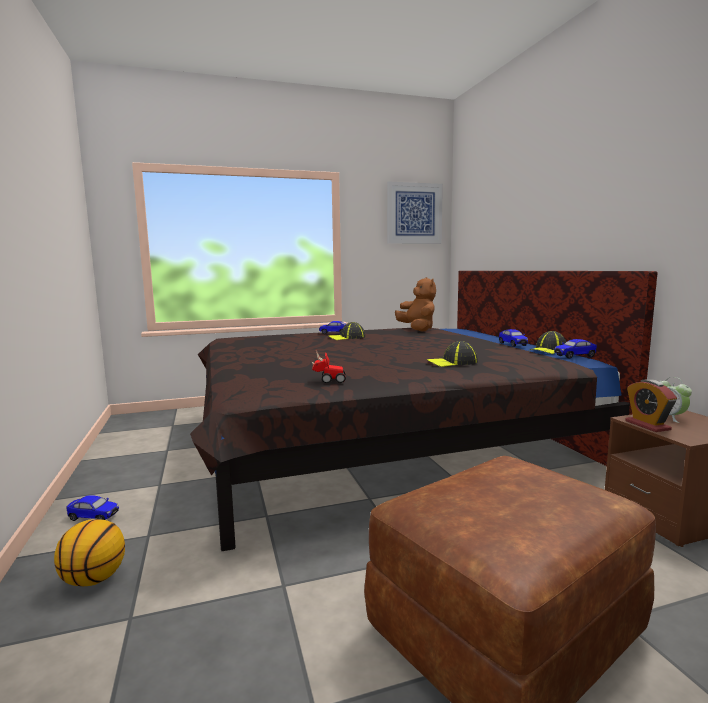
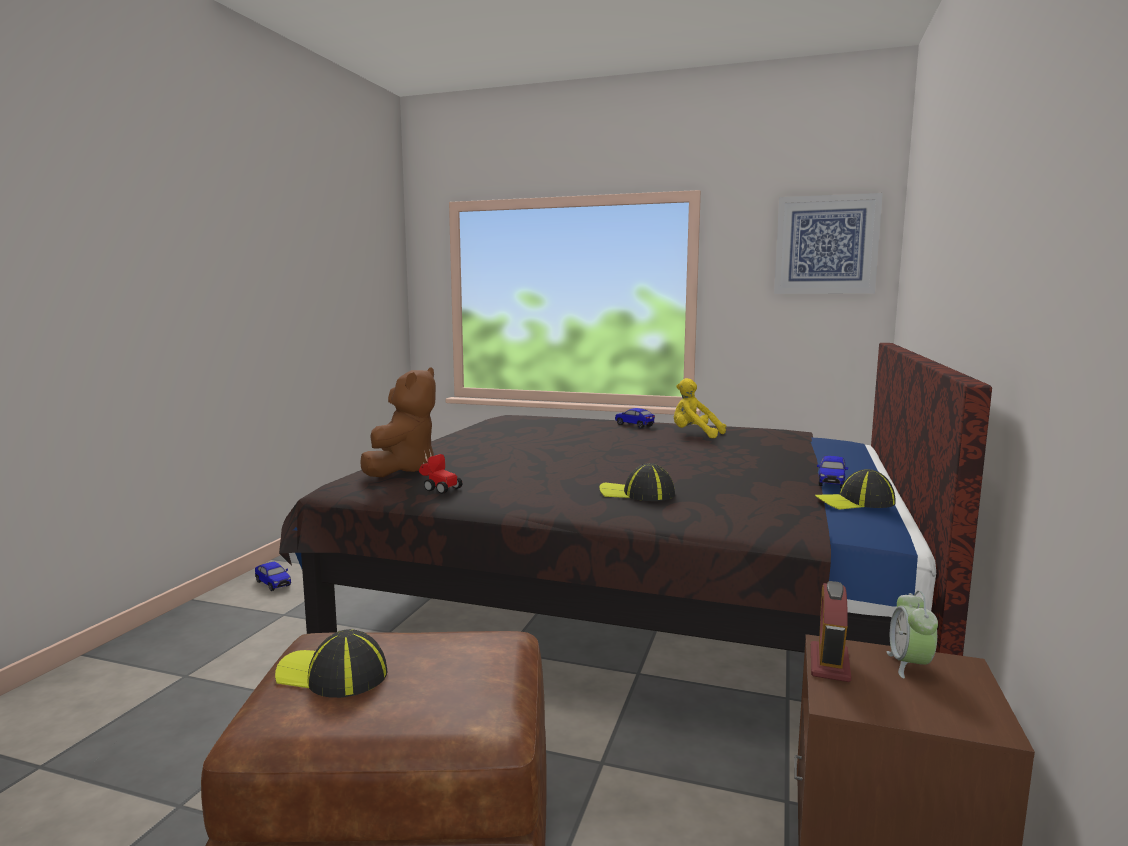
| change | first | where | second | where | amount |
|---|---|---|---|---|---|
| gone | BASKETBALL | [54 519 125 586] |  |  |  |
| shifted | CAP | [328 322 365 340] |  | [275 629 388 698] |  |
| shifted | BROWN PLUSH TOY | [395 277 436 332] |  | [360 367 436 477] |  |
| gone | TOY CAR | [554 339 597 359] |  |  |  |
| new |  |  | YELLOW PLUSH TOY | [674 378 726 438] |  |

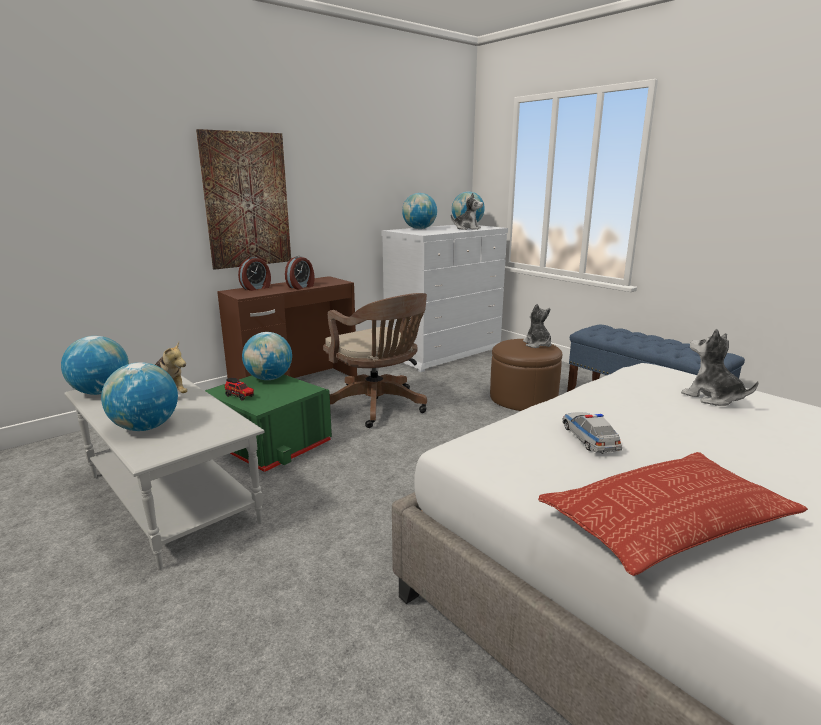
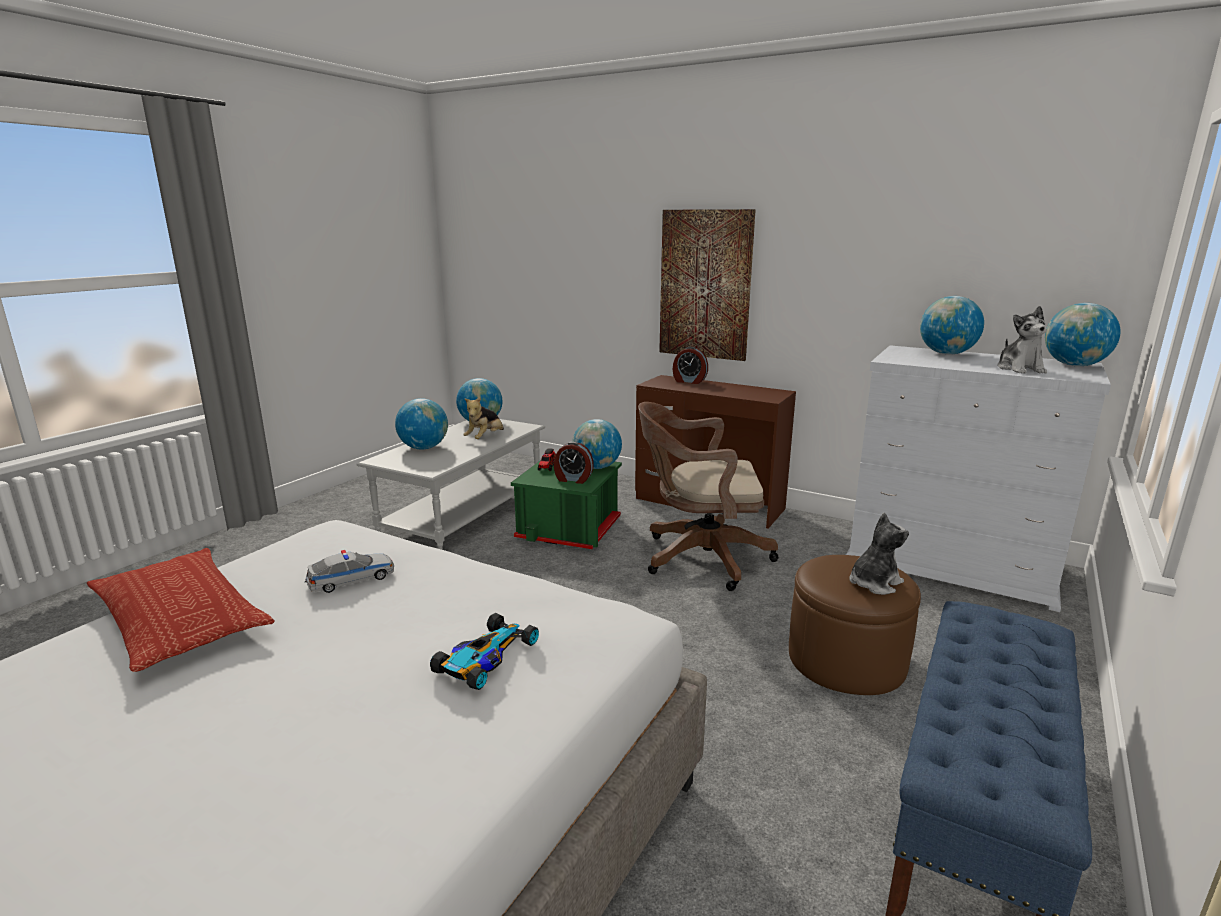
| change | first | where | second | where | amount |
|---|---|---|---|---|---|
| shifted | ALARM CLOCK | [285 256 314 289] |  | [554 442 594 484] |  |
| rotated | BROWN OFFICE CHAIR | [323 293 427 428] |  | [638 402 779 591] | 60 degrees clockwise |
| swapped | PLUSH TOY | [681 329 759 406] | TOY CAR | [430 613 539 690] |  |

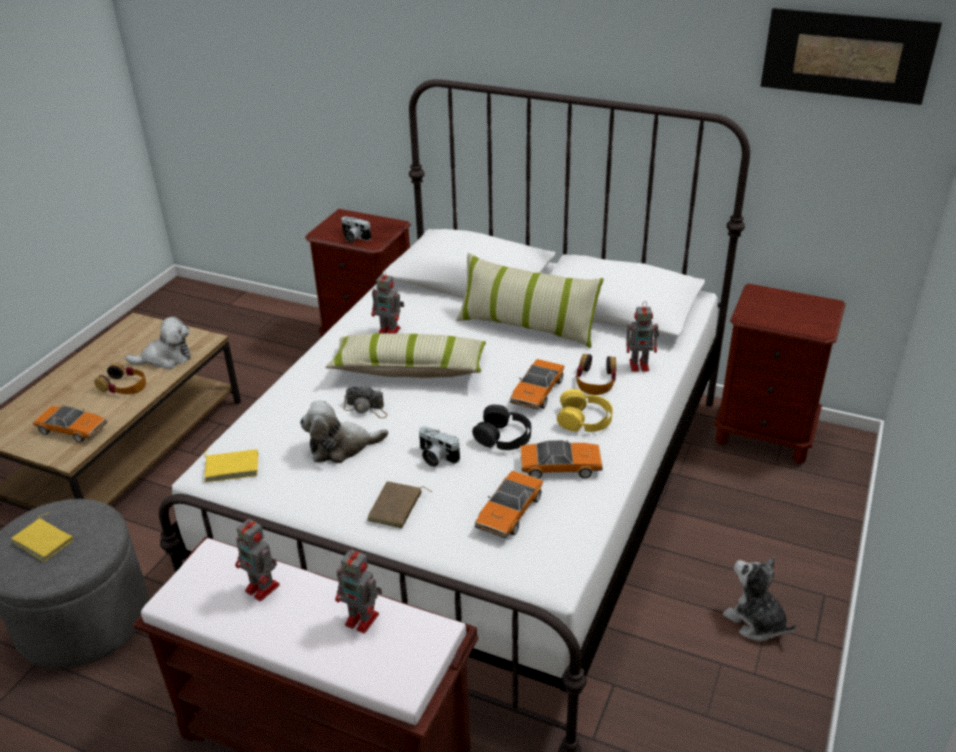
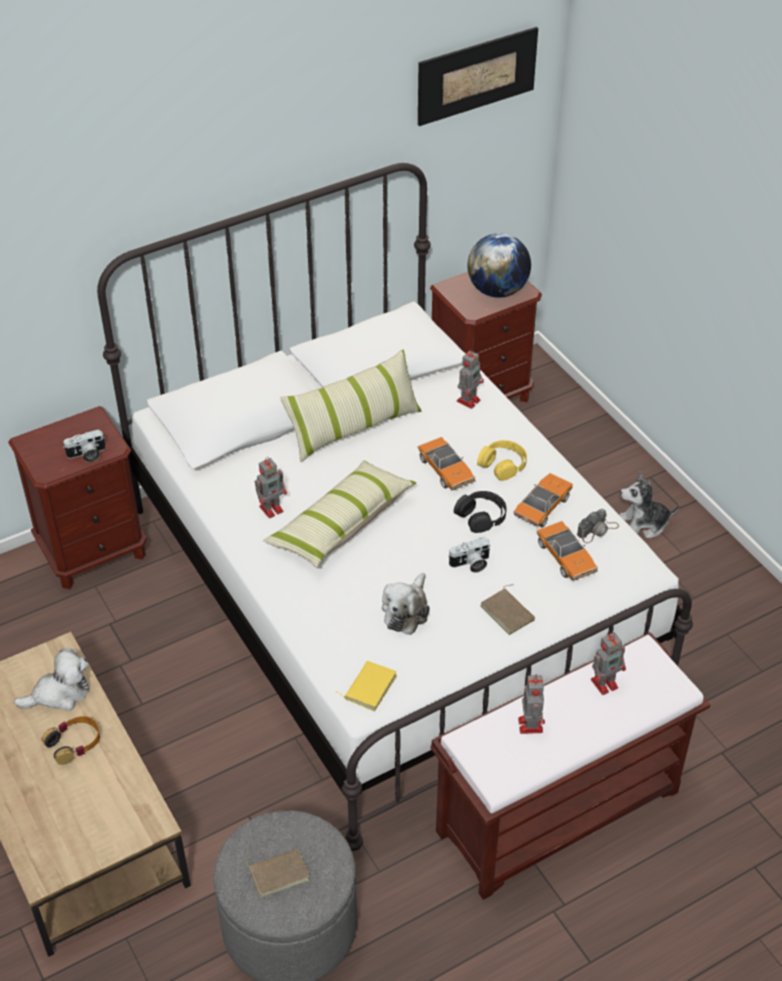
| change | first | where | second | where | amount |
|---|---|---|---|---|---|
| repainted | YELLOW BOOK | [11 512 73 562] | BROWN BOOK | [246 849 310 898] |  |
| gone | TOY CAR | [33 406 107 443] |  |  |  |
| rotated | PLUSH TOY | [125 316 191 369] |  | [14 648 89 711] | 45 degrees clockwise |
| rotated | TOY ROBOT | [235 517 280 601] |  | [518 674 545 734] | 75 degrees counterclockwise |
| shifted | PHOTO CAMERA | [344 385 388 418] |  | [577 509 619 543] |  |
| gone | HEADPHONES | [576 354 616 395] |  |  |  |
| new |  |  | GLOBE | [467 233 531 298] |  |

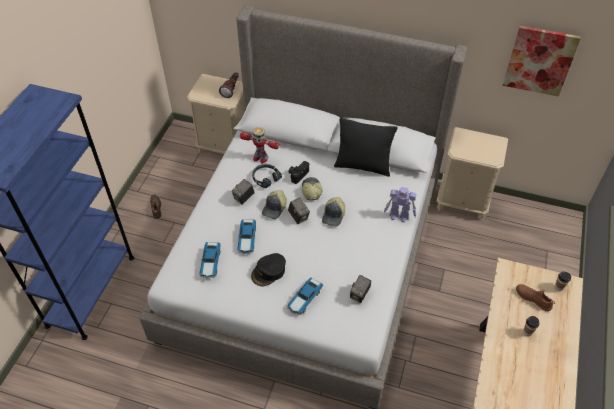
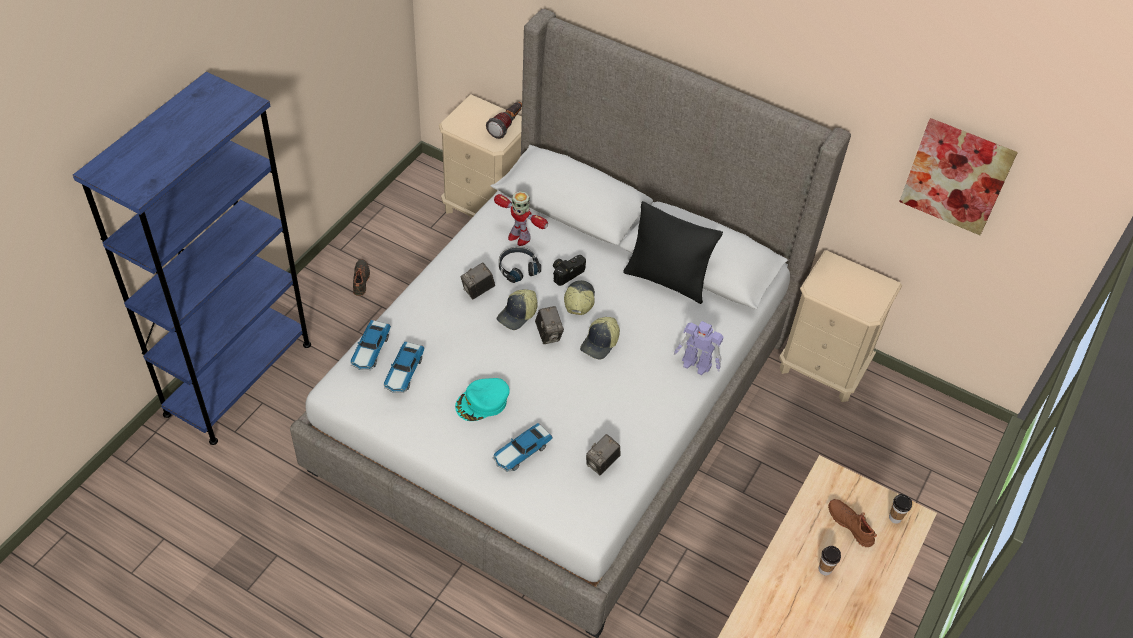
| change | first | where | second | where | amount |
|---|---|---|---|---|---|
| shifted | TOY CAR | [237 219 256 254] |  | [350 320 391 370] |  |
| repainted | BLACK CAP | [251 253 286 286] | TURQUOISE CAP | [455 378 510 421] |  |

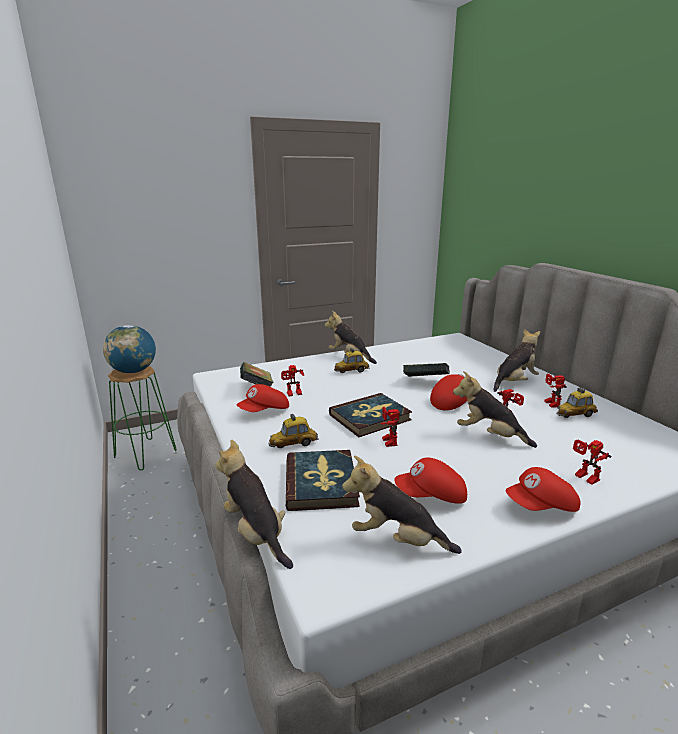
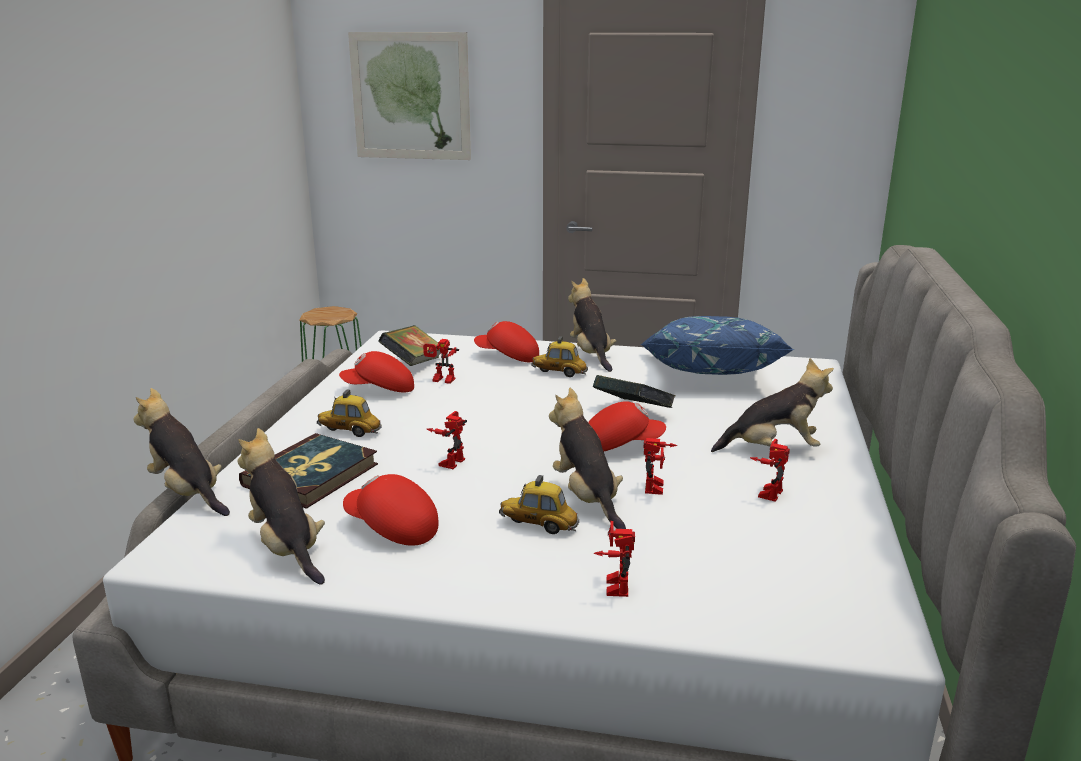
| change | first | where | second | where | amount |
|---|---|---|---|---|---|
| gone | GLOBE | [103 325 156 373] |  |  |  |
| rotated | PLUSH TOY | [215 439 293 569] |  | [133 388 230 516] | 45 degrees counterclockwise |
| gone | BOOK | [329 393 412 437] |  |  |  |
| shifted | RED CAP | [506 467 581 512] |  | [474 321 539 362] |  |
| shifted | TOY CAR | [557 387 598 418] |  | [499 475 579 534] |  |
| new |  |  | PICTURE | [348 32 471 160] |  |
| new |  |  | BLUE PILLOW | [640 316 795 375] |  |

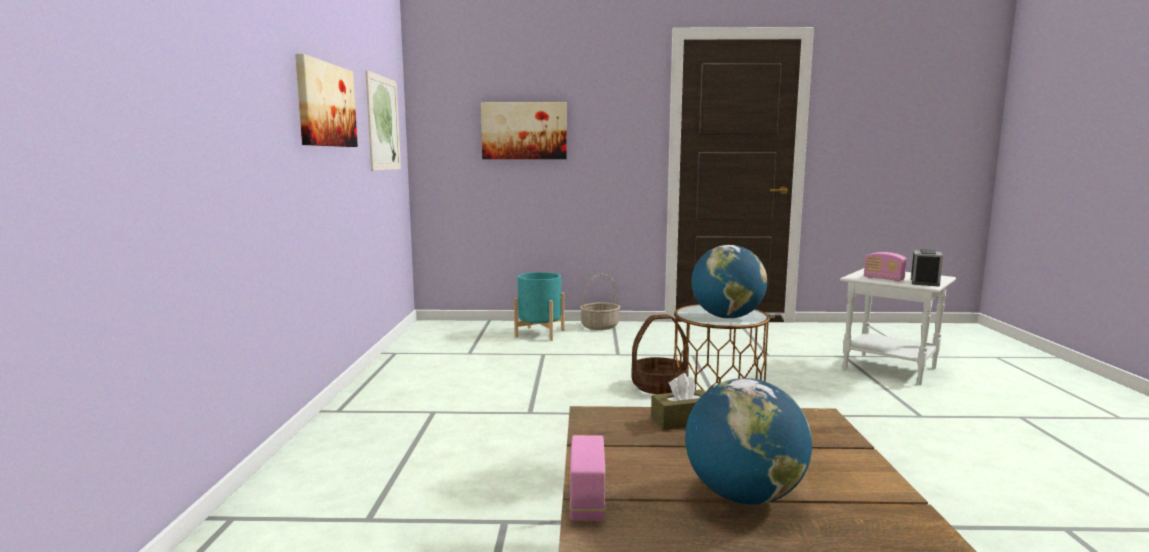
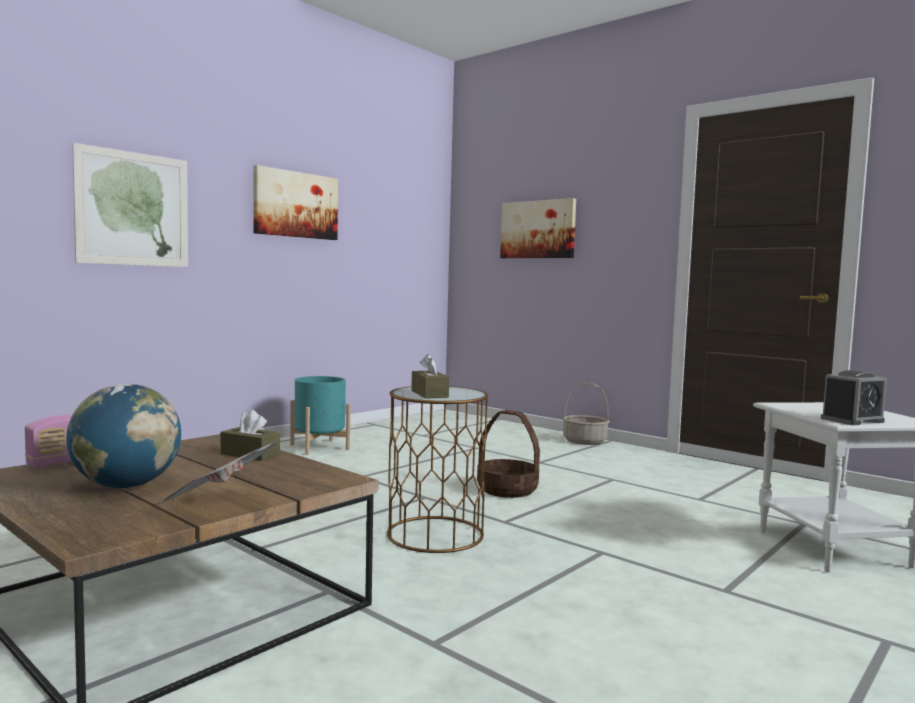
| change | first | where | second | where | amount |
|---|---|---|---|---|---|
| shifted | PICTURE | [365 70 401 171] |  | [72 143 188 267] |  |
| shifted | TURQUOISE PLANTER | [514 272 564 341] |  | [290 376 351 455] |  |
| swapped | GLOBE | [691 245 767 319] | BROWN TISSUE BOX | [411 354 449 398] |  |
| gone | RADIO | [864 252 907 282] |  |  |  |
| new |  |  | NEWSPAPER | [155 442 277 505] |  |

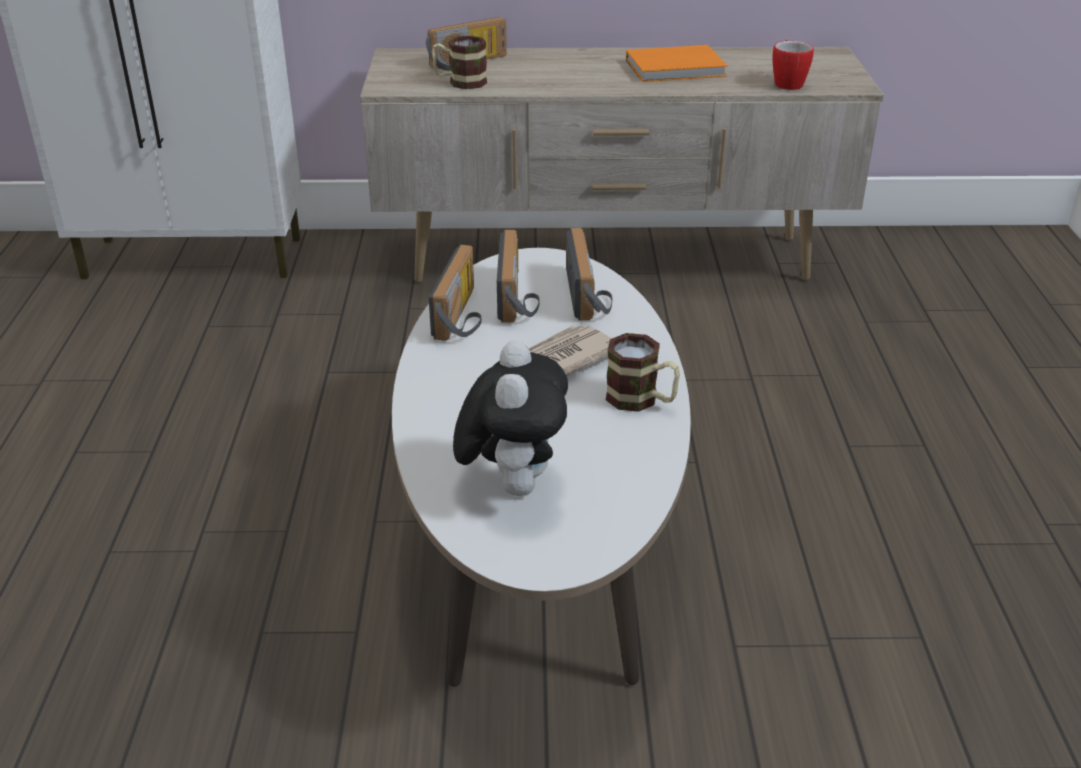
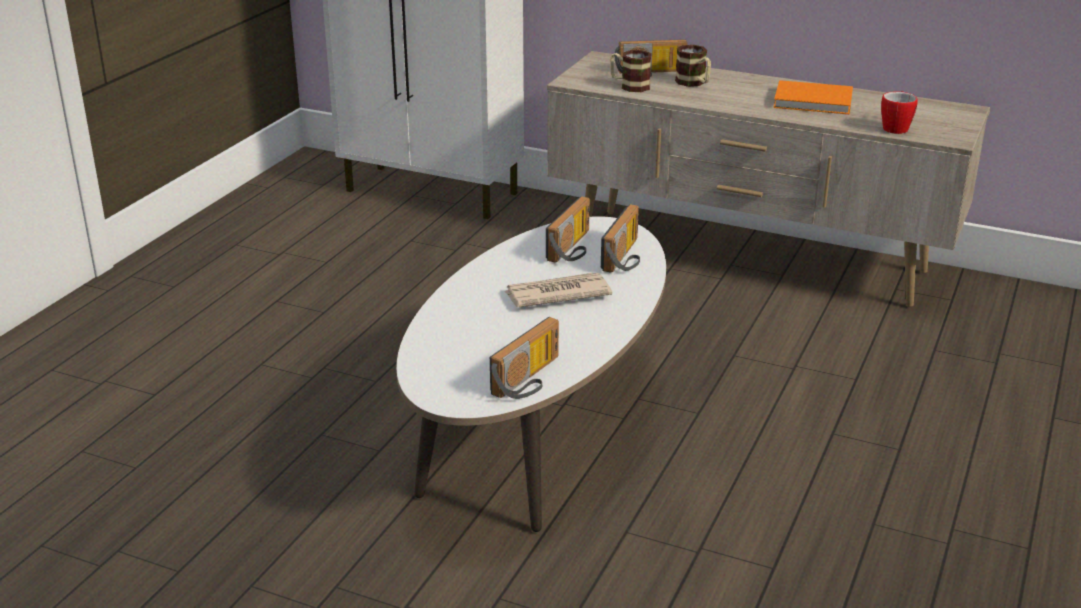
| change | first | where | second | where | amount |
|---|---|---|---|---|---|
| shifted | RADIO | [429 245 482 341] |  | [490 317 559 399] |  |
| gone | PLUSH TOY | [453 340 568 496] |  |  |  |
| shifted | MUG | [606 333 680 412] |  | [675 45 711 87] |  |

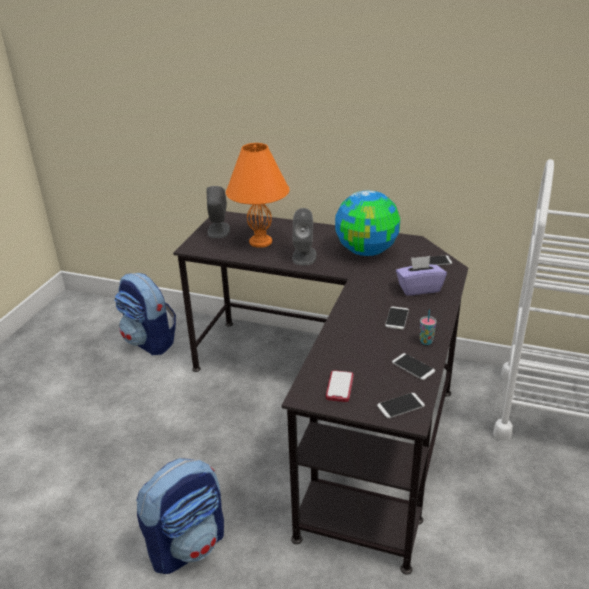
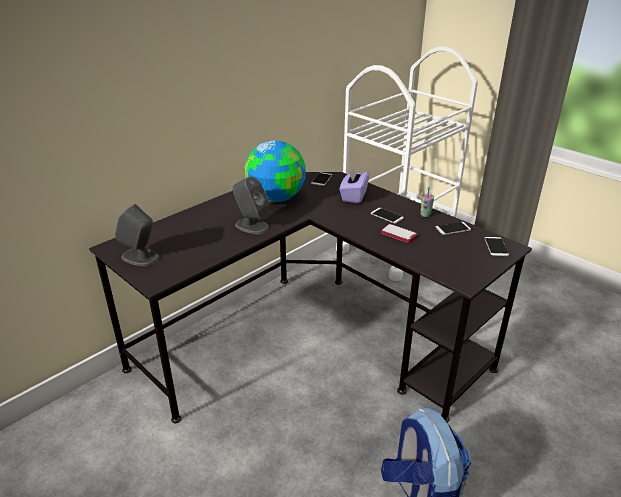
| change | first | where | second | where | amount |
|---|---|---|---|---|---|
| gone | BACKPACK | [115 273 176 355] |  |  |  |
| gone | ORANGE TABLE LAMP | [226 143 290 248] |  |  |  |
| shifted | PHONE | [326 370 354 402] |  | [381 224 417 243] |  |

